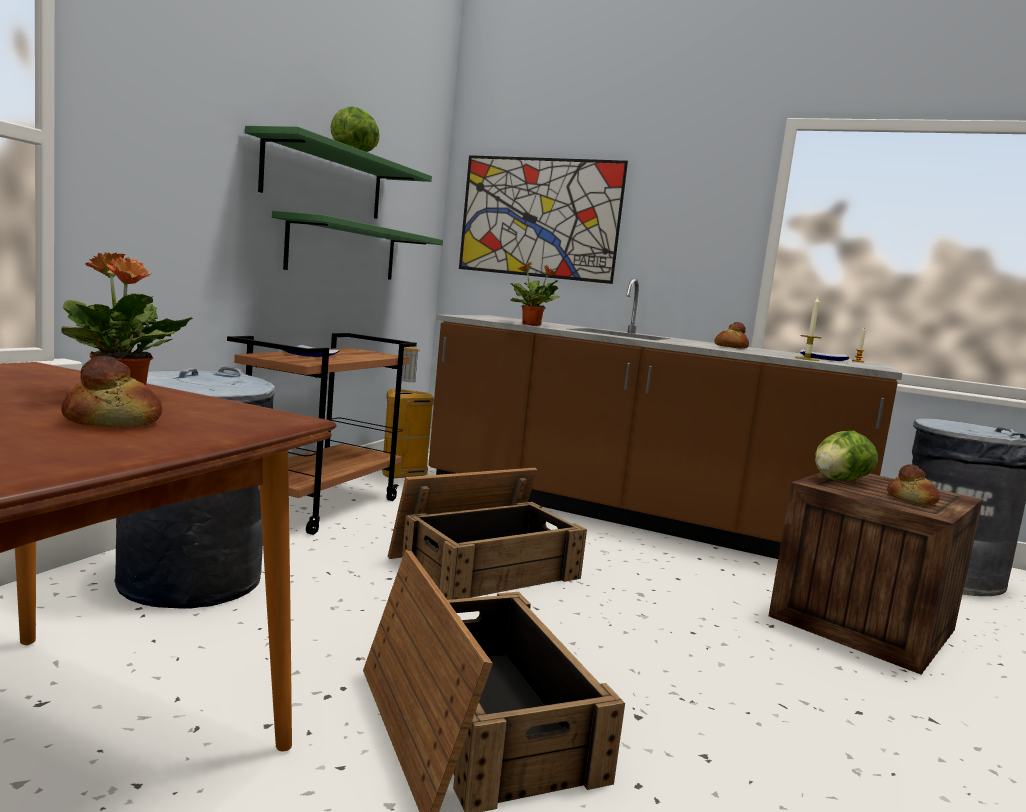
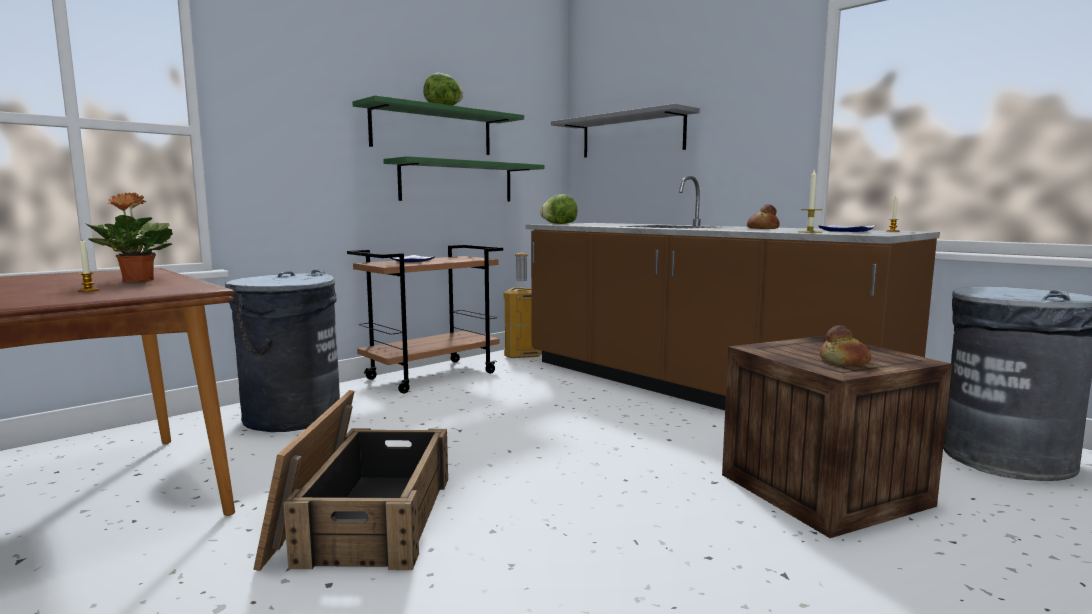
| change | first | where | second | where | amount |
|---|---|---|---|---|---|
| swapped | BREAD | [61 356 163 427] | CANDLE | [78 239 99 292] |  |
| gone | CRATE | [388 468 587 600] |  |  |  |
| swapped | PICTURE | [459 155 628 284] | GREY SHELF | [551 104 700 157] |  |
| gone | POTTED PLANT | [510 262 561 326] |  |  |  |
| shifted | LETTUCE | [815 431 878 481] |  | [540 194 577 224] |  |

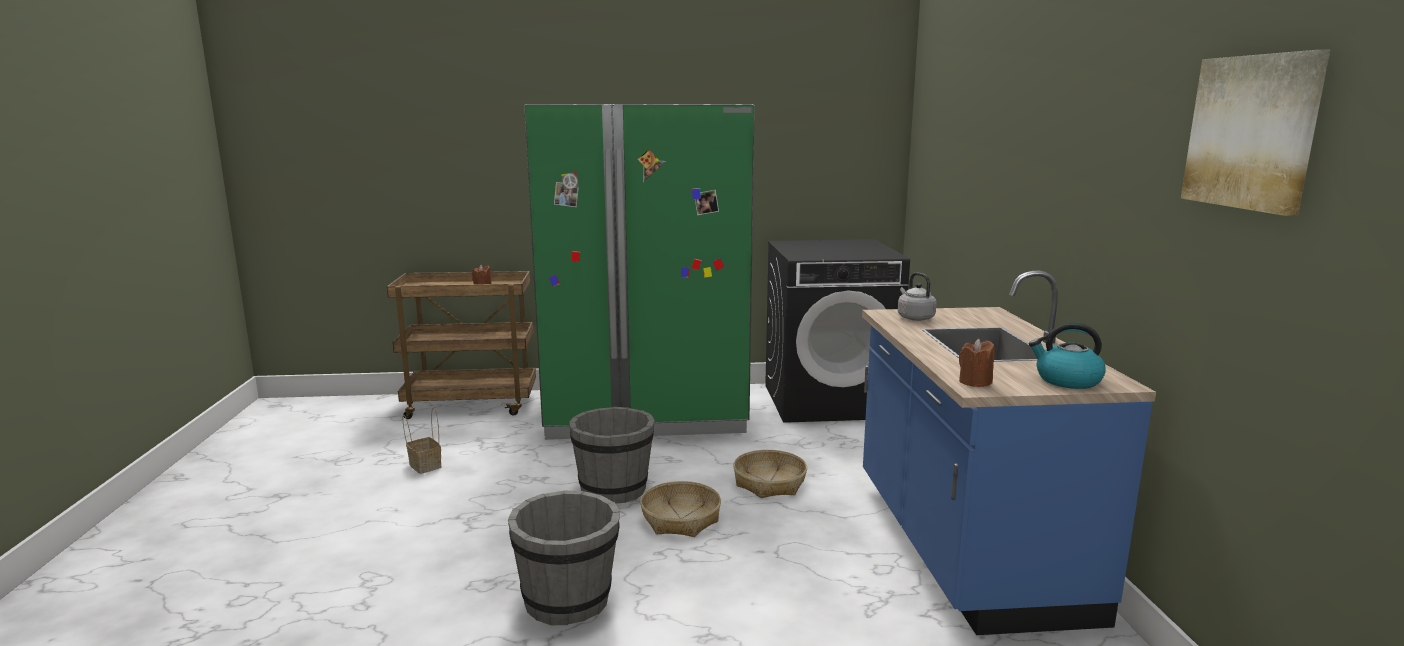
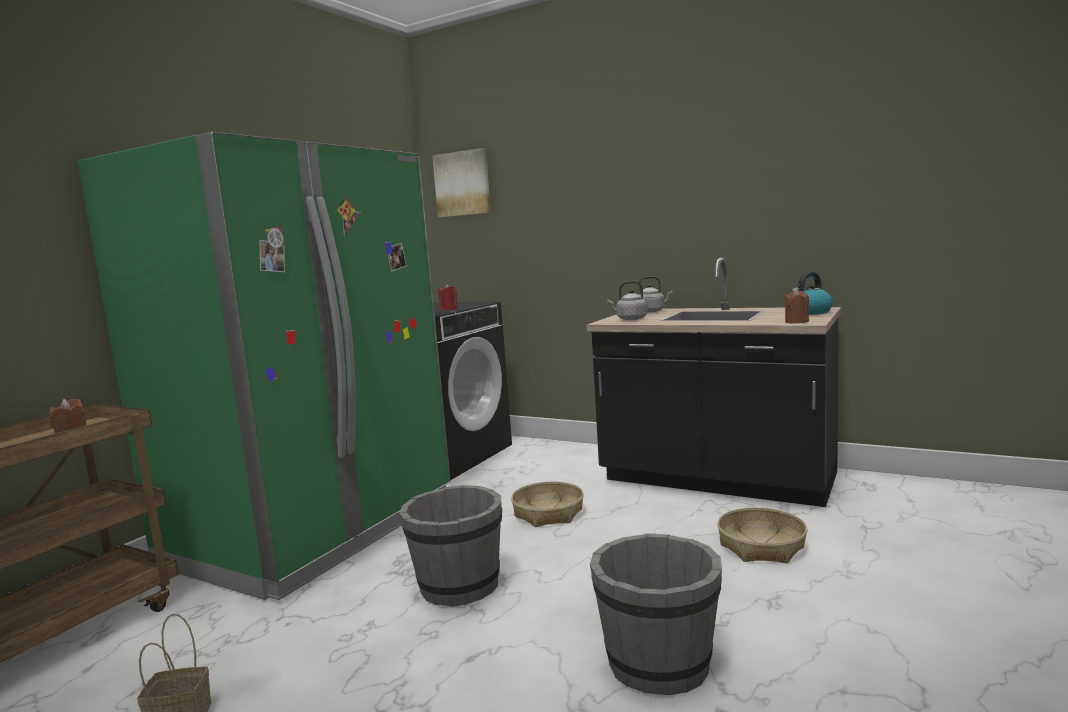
| change | first | where | second | where | amount |
|---|---|---|---|---|---|
| shifted | BASKET | [640 481 721 537] |  | [717 508 808 563] |  |
| repainted | BLUE COUNTER | [862 271 1156 635] | BLACK COUNTER | [587 258 841 507] |  |
| shifted | PICTURE | [1181 50 1330 216] |  | [432 148 491 217] |  |
| new |  |  | RED CANDLE | [438 284 457 310] |  |
| new |  |  | GREY KETTLE | [638 276 673 313] |  |

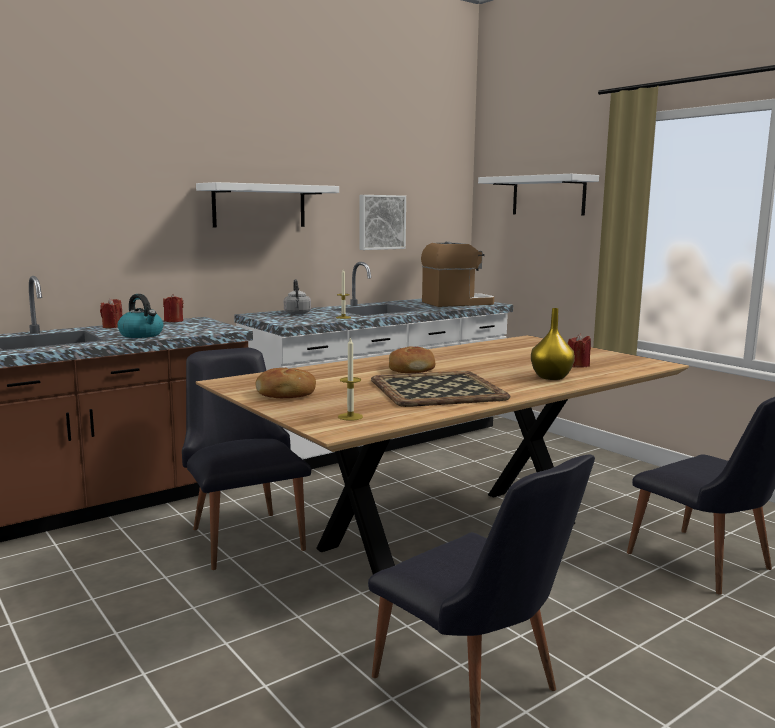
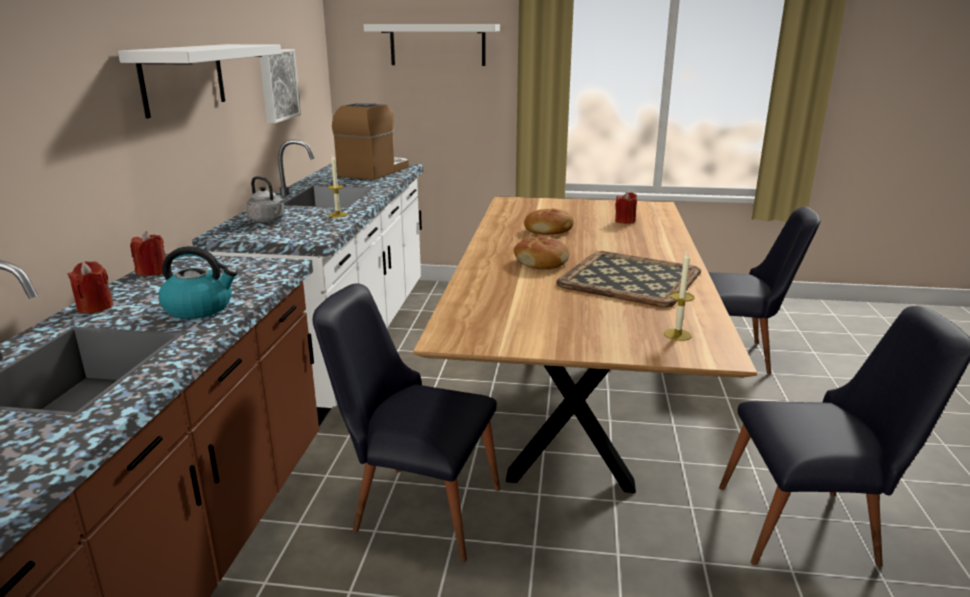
| change | first | where | second | where | amount |
|---|---|---|---|---|---|
| shifted | BREAD | [256 368 316 398] |  | [524 208 574 235] |  |
| gone | YELLOW VASE | [531 308 575 380] |  |  |  |

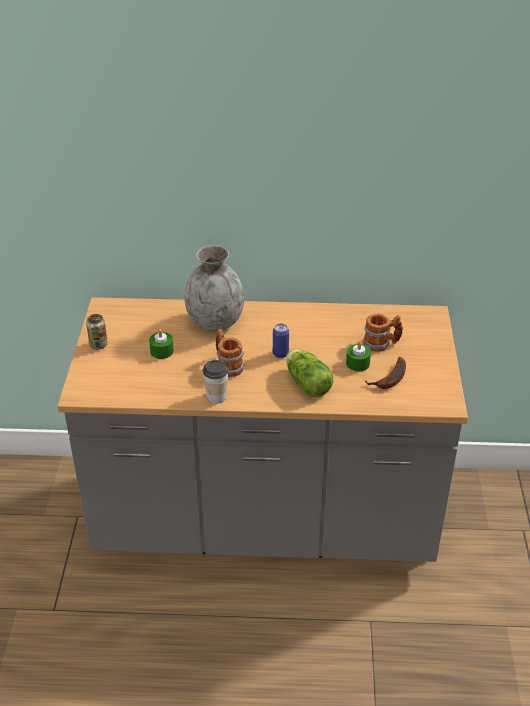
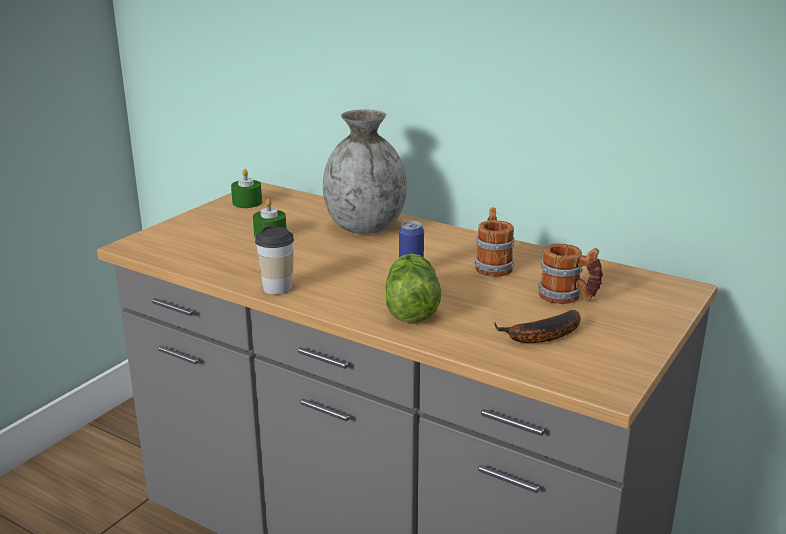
| change | first | where | second | where | amount |
|---|---|---|---|---|---|
| gone | CAN | [86 314 108 350] |  |  |  |
| shifted | MUG | [216 329 245 377] |  | [474 207 514 277] |  |
| shifted | GREEN CANDLE | [346 341 371 371] |  | [231 169 262 208] |  |

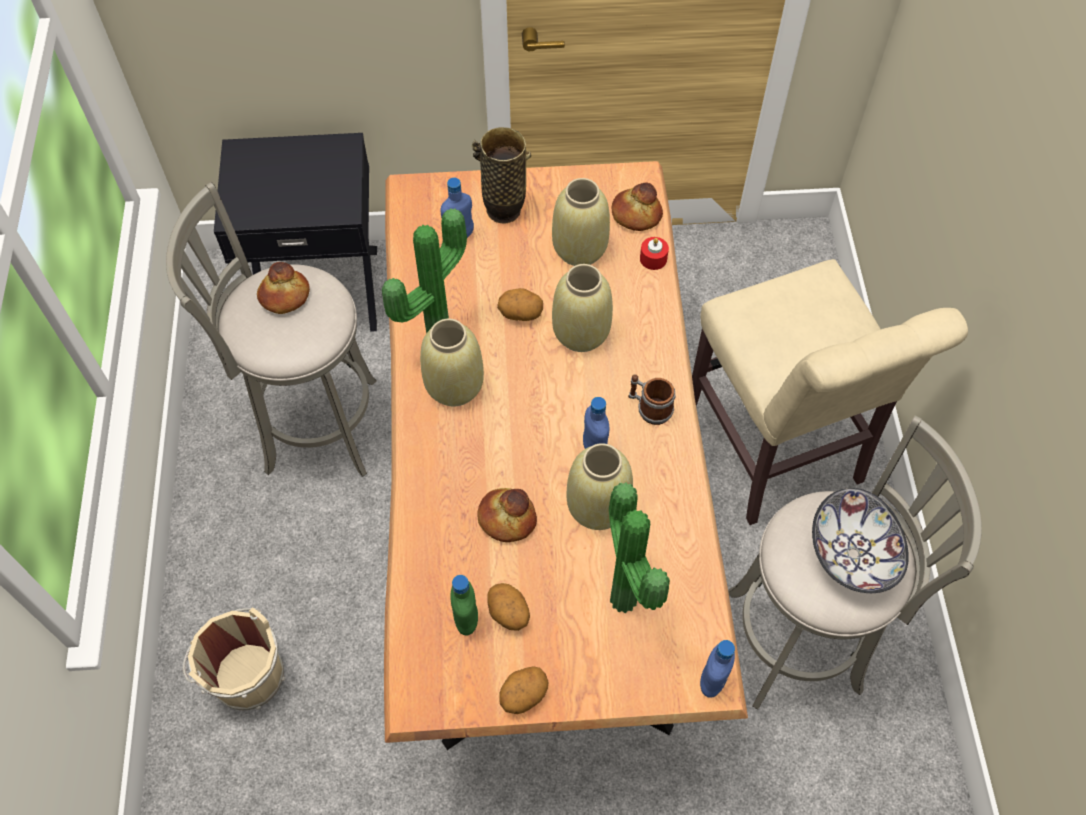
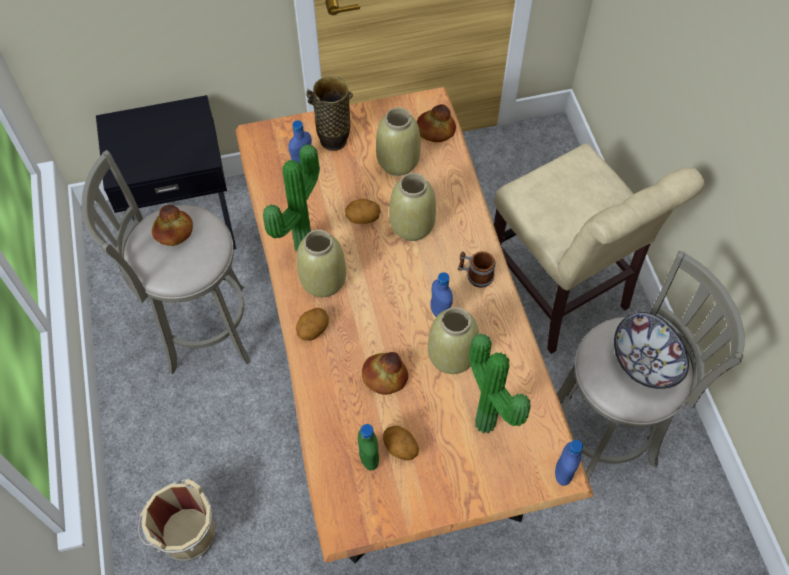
| change | first | where | second | where | amount |
|---|---|---|---|---|---|
| shifted | POTATO | [499 666 548 714] |  | [296 308 329 341] |  |
| gone | RED CANDLE | [640 237 669 270] |  |  |  |

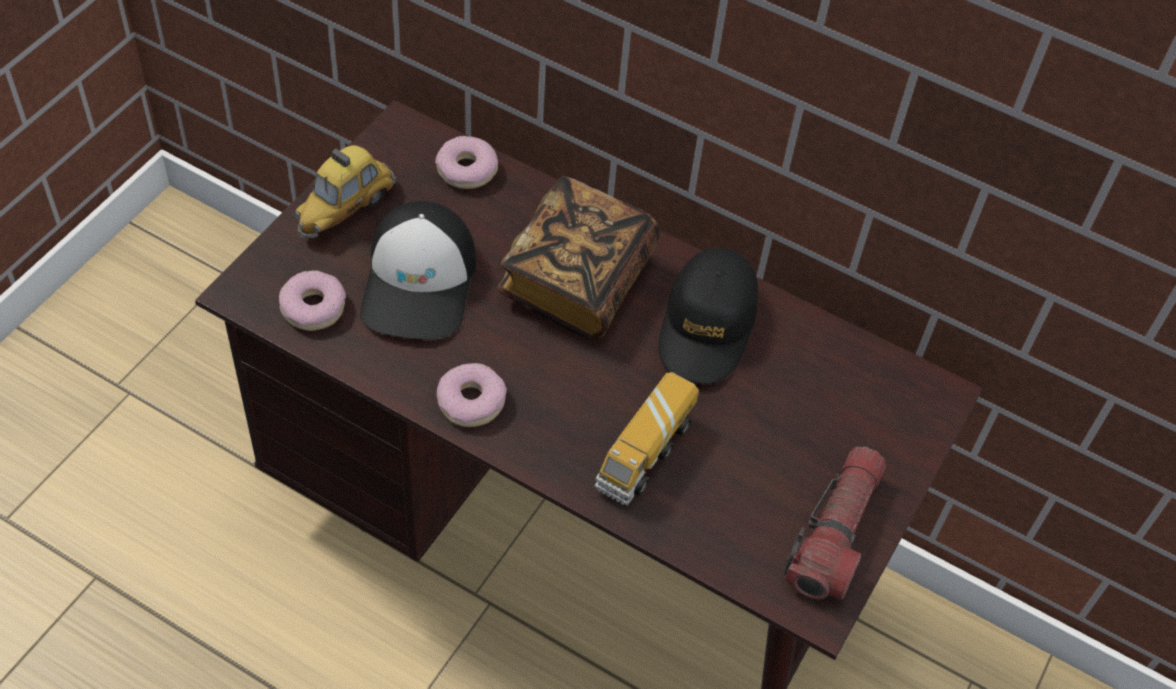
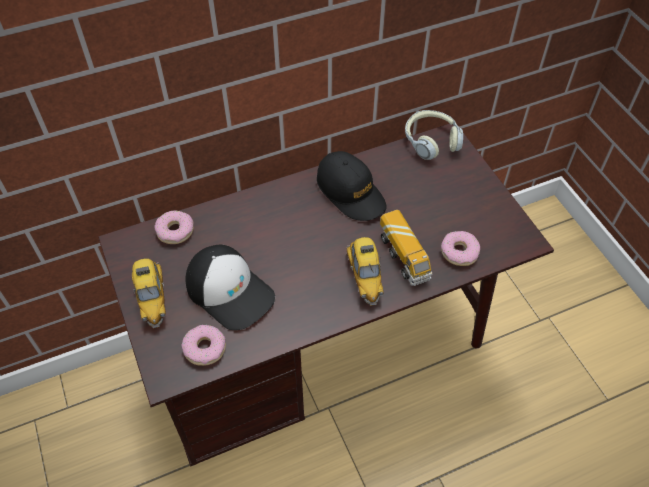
| change | first | where | second | where | amount |
|---|---|---|---|---|---|
| shifted | DONUT | [436 363 507 427] |  | [441 231 480 266] |  |
| gone | BOOK | [497 176 660 341] |  |  |  |
| gone | FLASHLIGHT | [783 447 886 600] |  |  |  |
| new |  |  | TOY CAR | [347 237 384 306] |  |
| new |  |  | HEADPHONES | [405 110 463 160] |  |

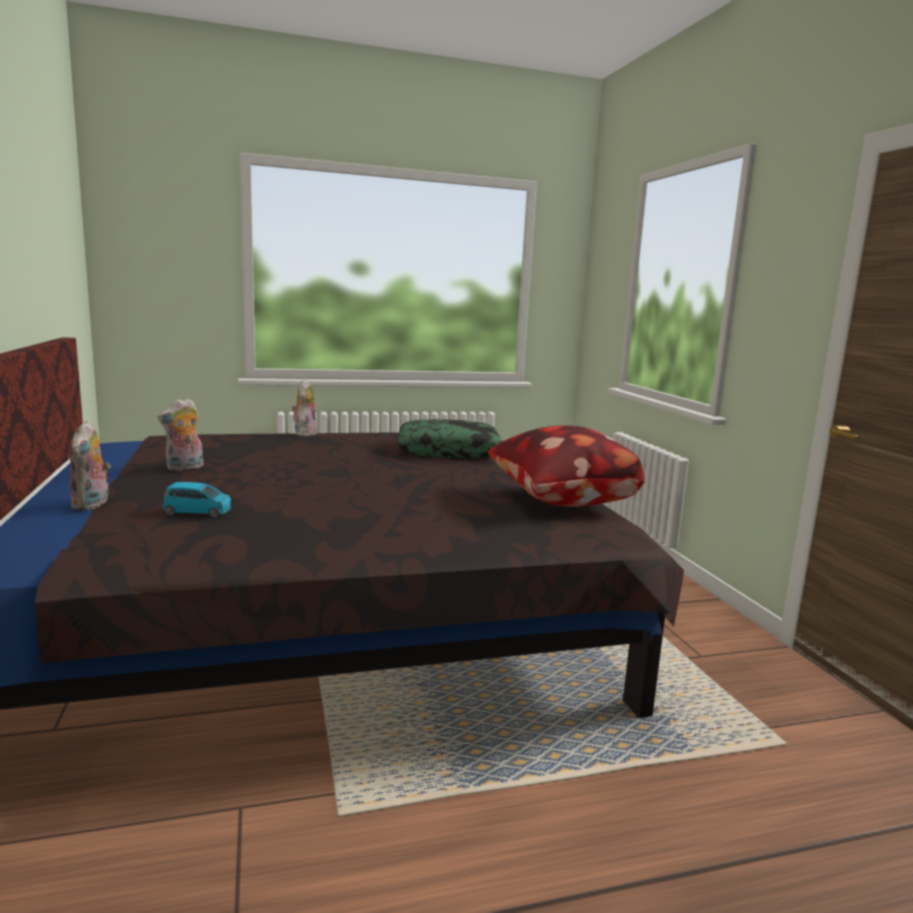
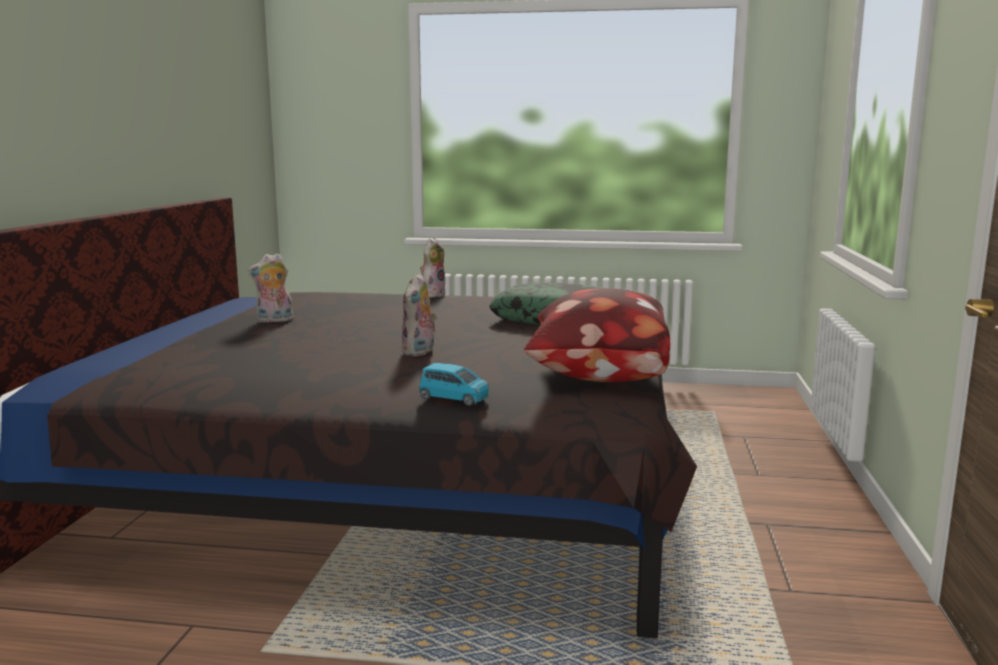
| change | first | where | second | where | amount |
|---|---|---|---|---|---|
| shifted | PLUSH TOY | [69 421 111 511] |  | [402 273 437 357] |  |
| shifted | BLUE TOY CAR | [163 482 231 518] |  | [419 363 489 406] |  |

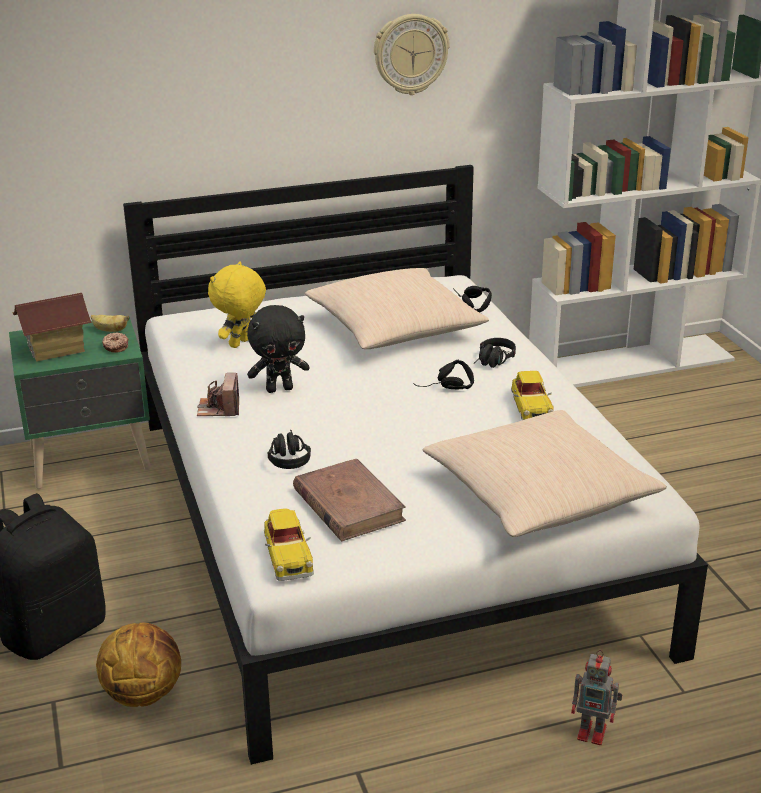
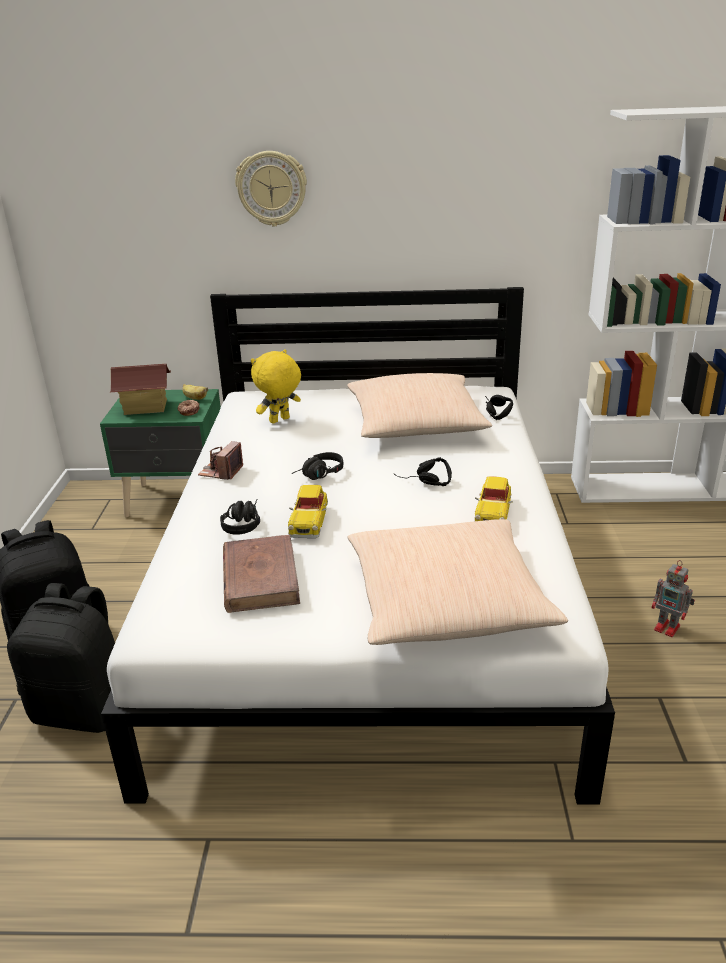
| change | first | where | second | where | amount |
|---|---|---|---|---|---|
| swapped | BASKETBALL | [96 623 181 707] | BLACK BACKPACK | [7 583 115 733] |  |
| gone | BLACK PLUSH TOY | [247 305 310 393] |  |  |  |
| shifted | TOY CAR | [264 508 314 581] |  | [288 485 328 538] |  |
| shifted | WALL CLOCK | [374 14 450 95] |  | [235 151 307 227] |  |
| shifted | BLACK HEADPHONES | [473 338 516 368] |  | [291 452 343 480] |  |
| shifted | TOY ROBOT | [571 650 622 745] |  | [652 560 695 637] |  |

